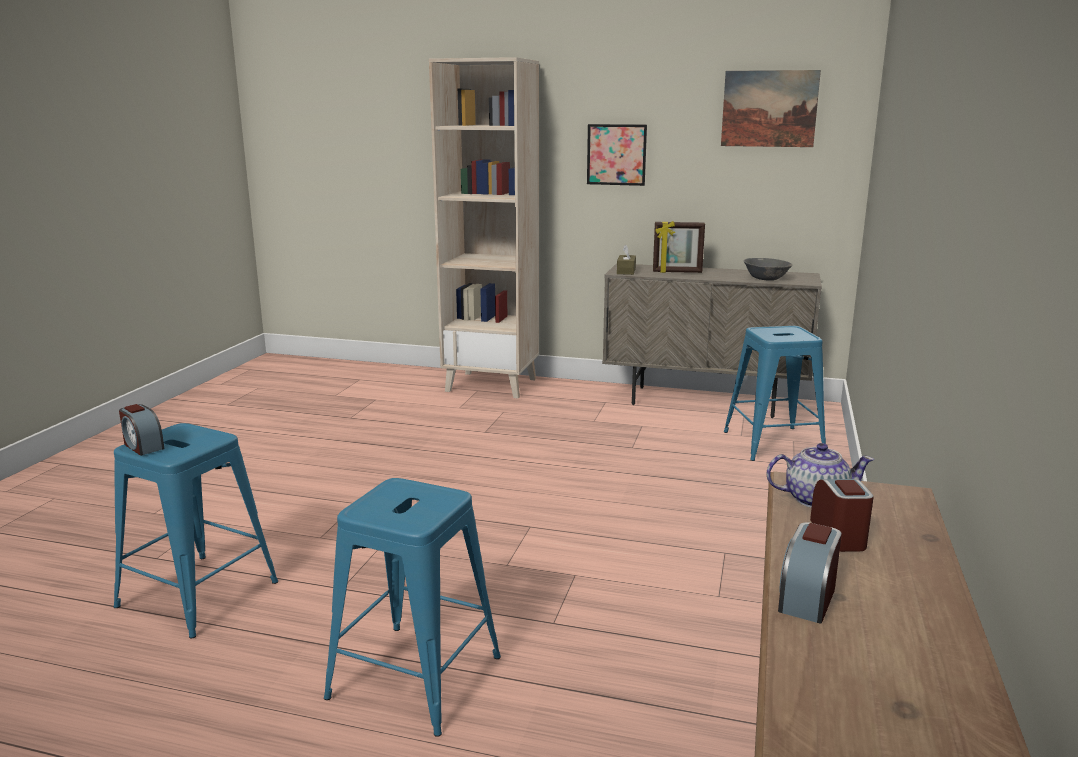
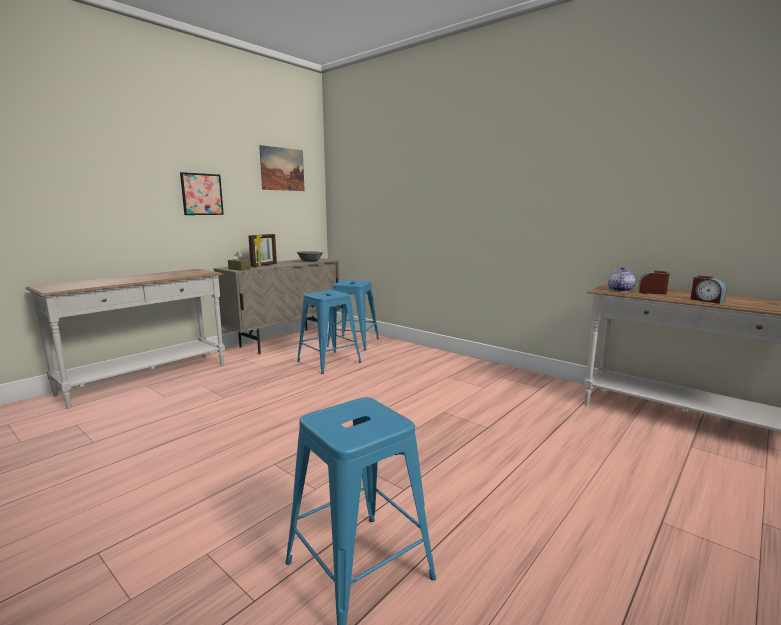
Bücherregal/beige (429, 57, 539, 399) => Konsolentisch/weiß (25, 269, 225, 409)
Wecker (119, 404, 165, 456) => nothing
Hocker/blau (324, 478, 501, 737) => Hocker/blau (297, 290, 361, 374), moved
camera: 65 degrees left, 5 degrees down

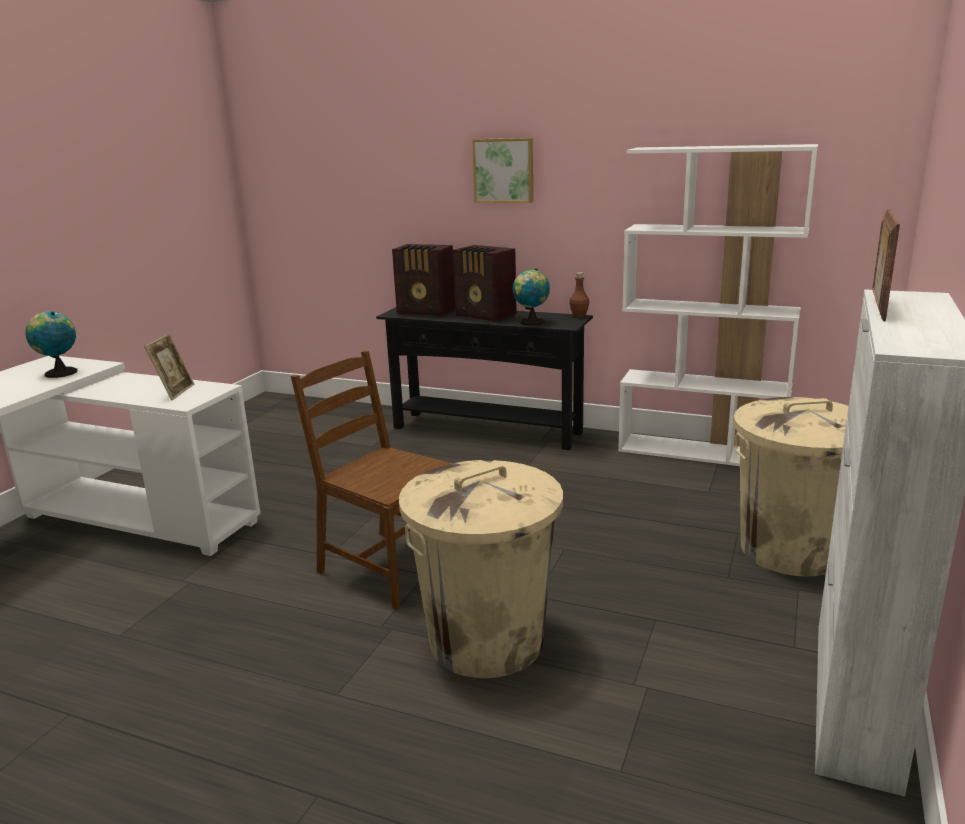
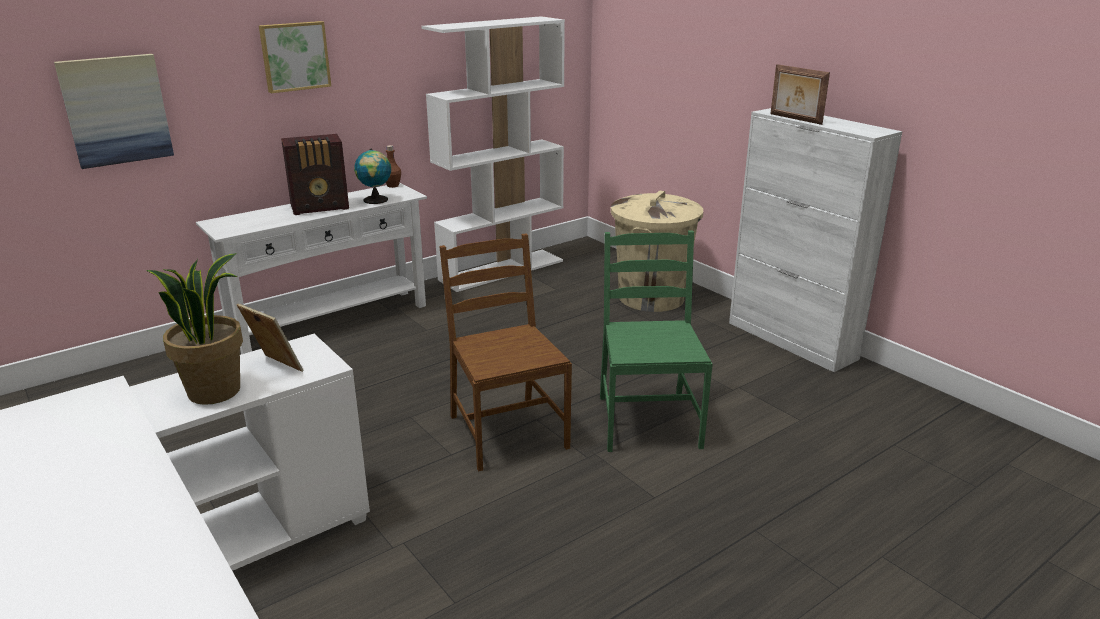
Radio (392, 244, 455, 317) => nothing
Konsolentisch/schwarz (376, 307, 593, 450) => Konsolentisch/weiß (196, 183, 427, 354)
Globus (25, 311, 77, 378) => nothing
Stuhl/braun (291, 351, 452, 610) => Stuhl/braun (439, 233, 572, 471), 90 degrees clockwise
Mülleimer/beige (399, 460, 563, 678) => Stuhl/grün (600, 230, 713, 452)
nothing => Bild (54, 54, 174, 169)
nothing => Topfpflanze (146, 253, 243, 405)
camera: 60 degrees left, 5 degrees up

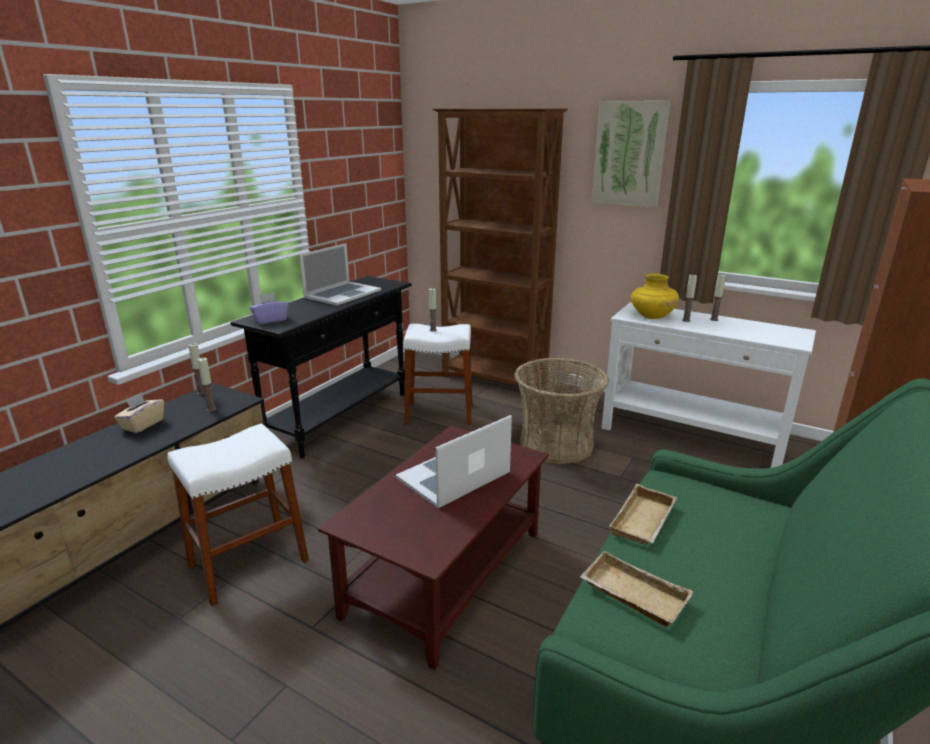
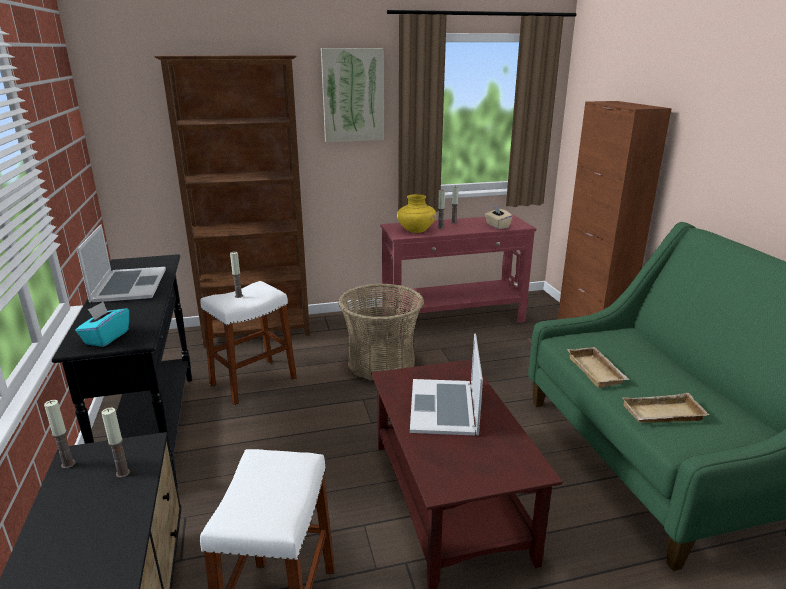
Taschentuchbox/lila (250, 293, 289, 324) => Taschentuchbox/türkis (76, 302, 129, 347)
Konsolentisch/weiß (601, 302, 816, 468) => Konsolentisch/rot (380, 215, 536, 336)
Taschentuchbox/beige (114, 393, 164, 433) => Taschentuchbox/beige (485, 206, 512, 229), moved
camera: 45 degrees left, 0 degrees up

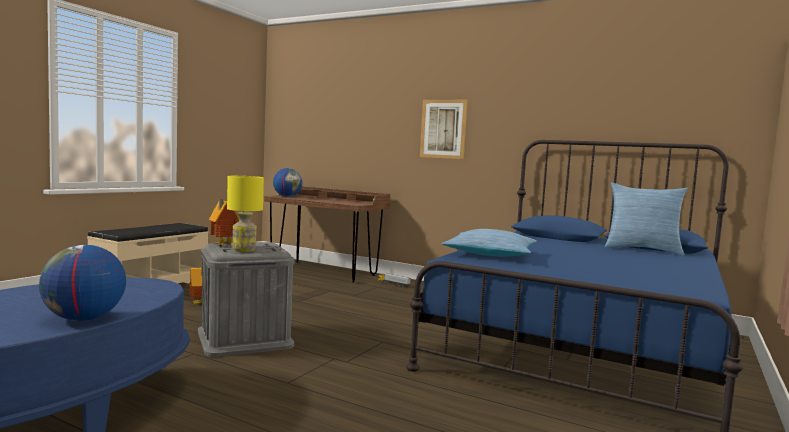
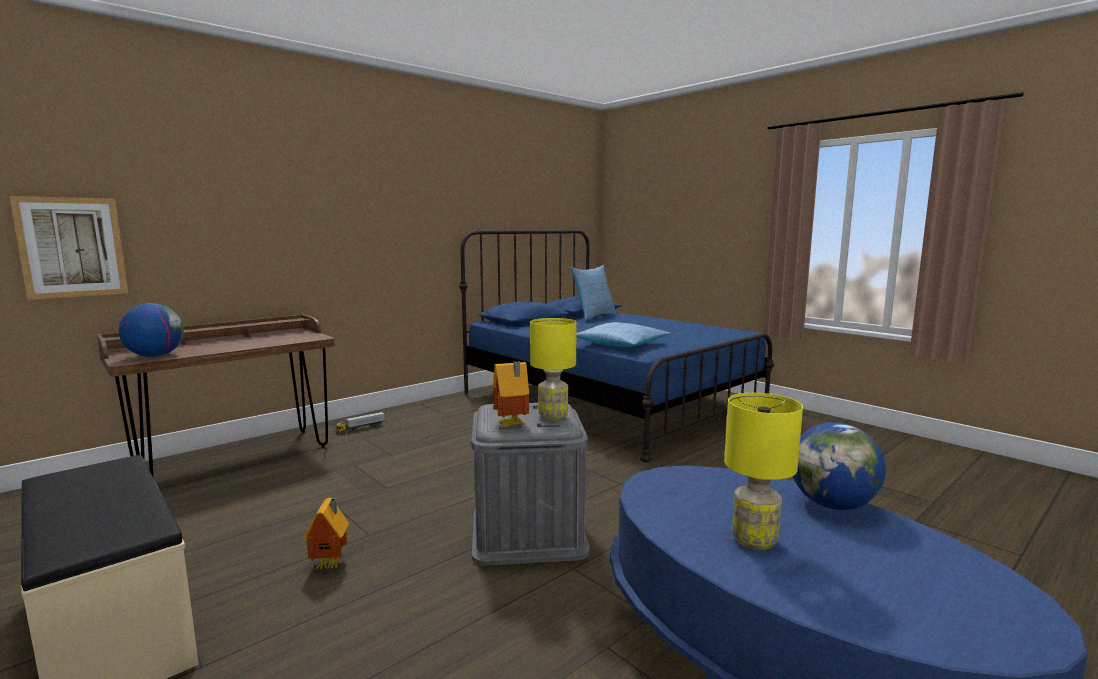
Bild (420, 100, 468, 159) => Bild (9, 196, 128, 300), moved
nothing => Tischlampe/gelb (724, 393, 803, 550)
camera: 70 degrees left, 5 degrees up

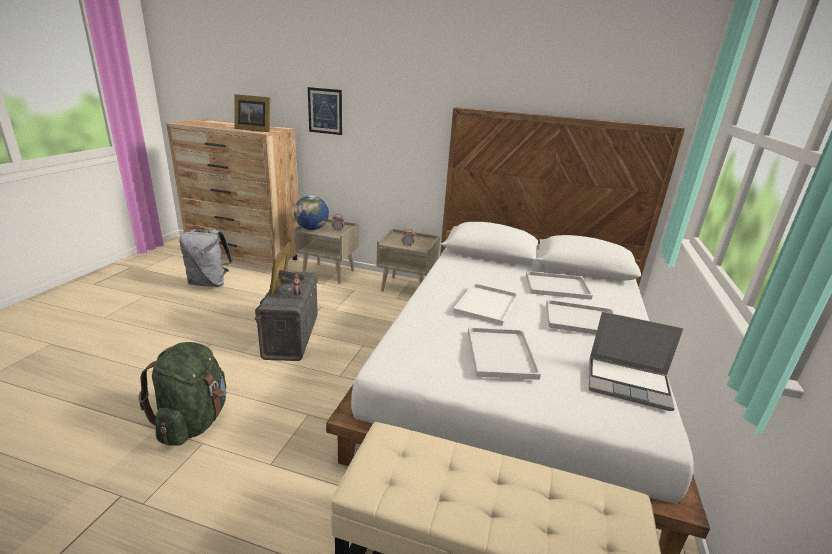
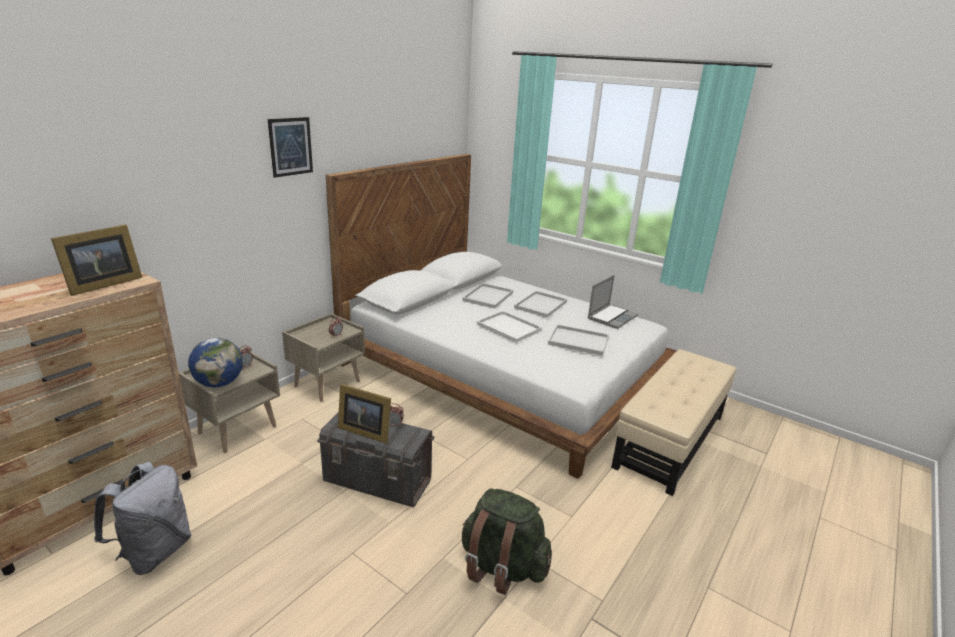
Bild (308, 87, 342, 135) => Bild (268, 117, 313, 178), moved
camera: 70 degrees left, 0 degrees up

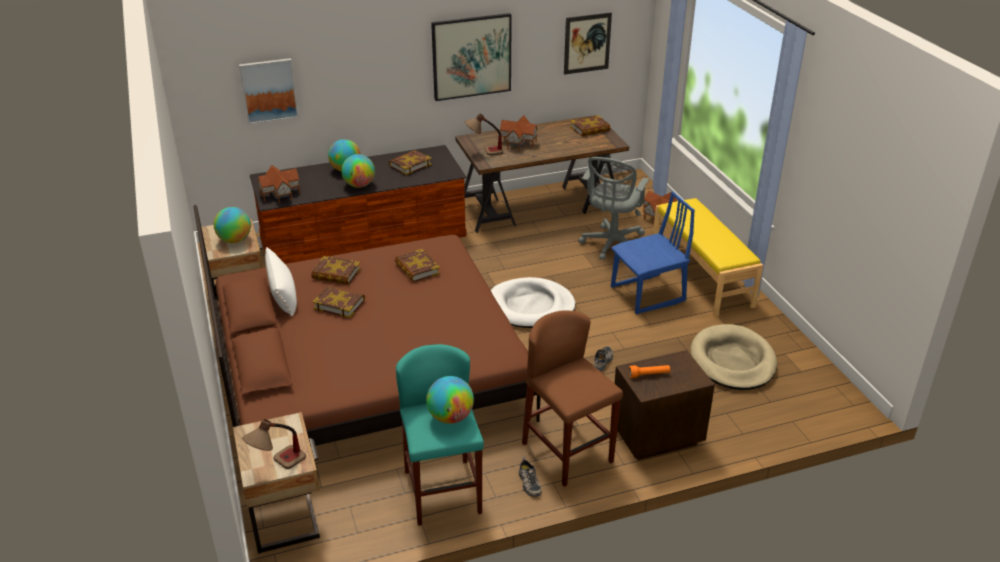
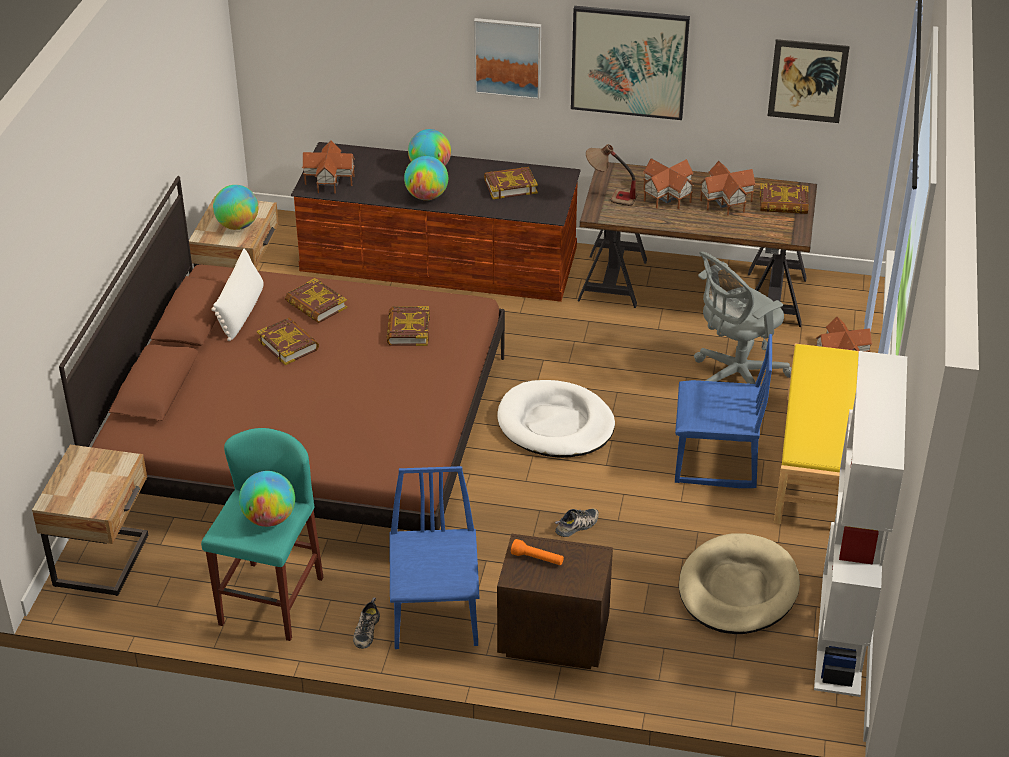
Bild (239, 58, 298, 124) => Bild (474, 18, 541, 100), moved
Hocker/braun (522, 310, 623, 487) => Stuhl/blau (389, 466, 479, 649)
Tischlampe (242, 419, 306, 469) => nothing
nothing => Spielzeughaus (700, 161, 756, 216)
nothing => Bücherregal/weiß (814, 351, 907, 697)
camera: 30 degrees right, 5 degrees up

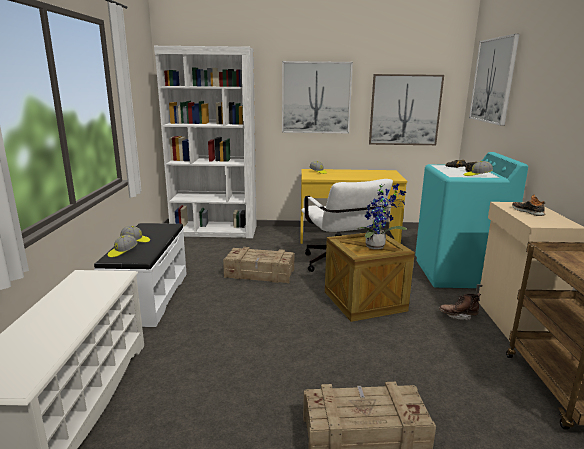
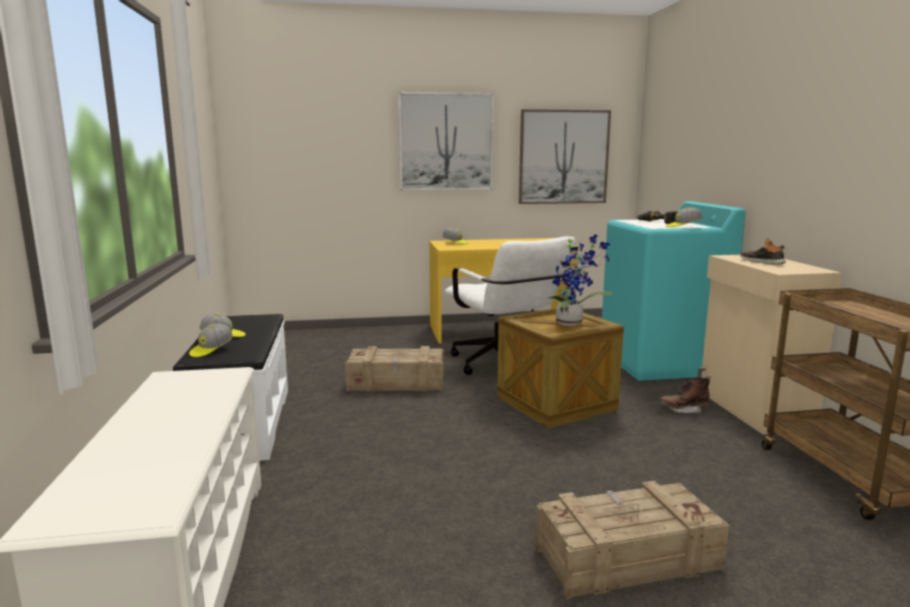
Bild (469, 34, 519, 126) => nothing
Bücherregal/weiß (154, 46, 257, 238) => nothing
camera: 10 degrees left, 5 degrees down

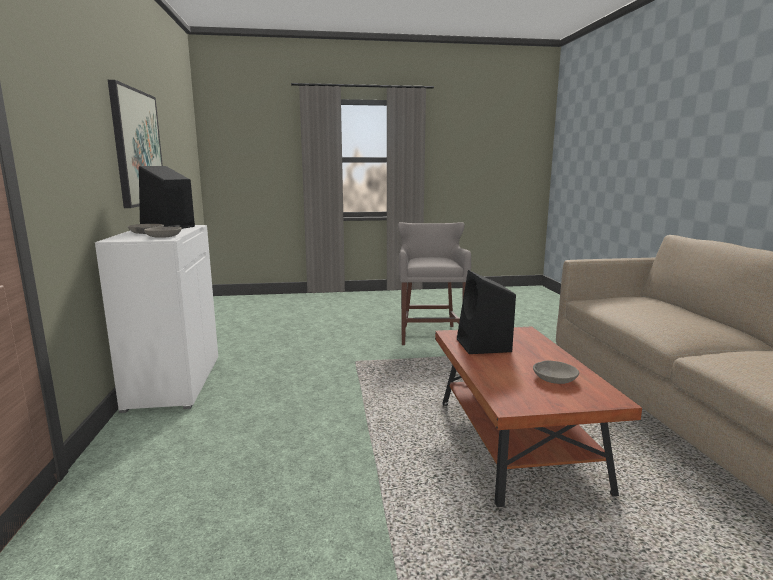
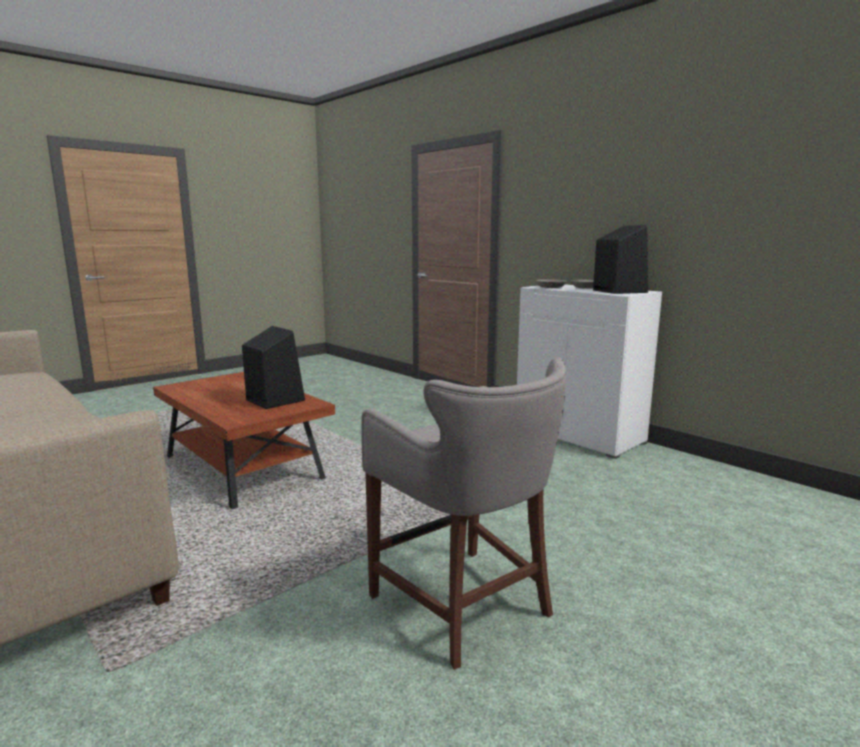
Bild (108, 80, 163, 208) => nothing
Schüssel/grau (533, 360, 579, 384) => nothing
camera: 145 degrees right, 0 degrees up

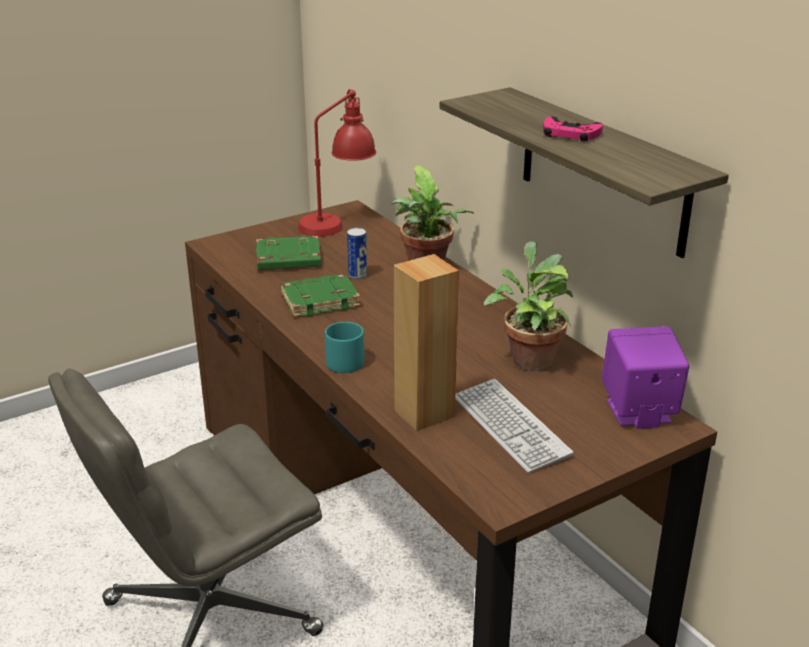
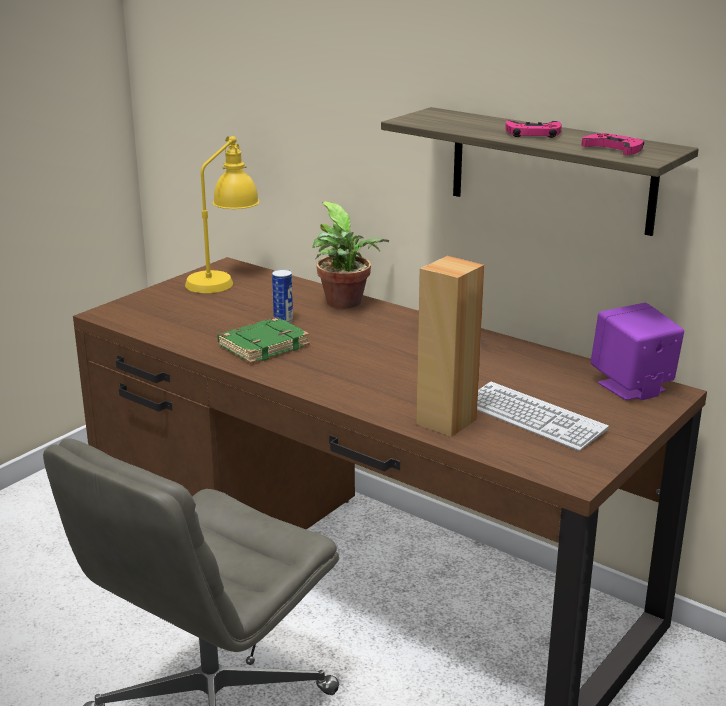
Tischlampe/rot (298, 89, 376, 237) => Tischlampe/gelb (185, 136, 260, 293)
Buch/grün (256, 235, 321, 270) => nothing
Topfpflanze (484, 241, 573, 371) => nothing
Henkelbecher/türkis (325, 322, 364, 373) => nothing
nothing => Gamepad/rosa (581, 133, 644, 155)
camera: 20 degrees left, 5 degrees down

